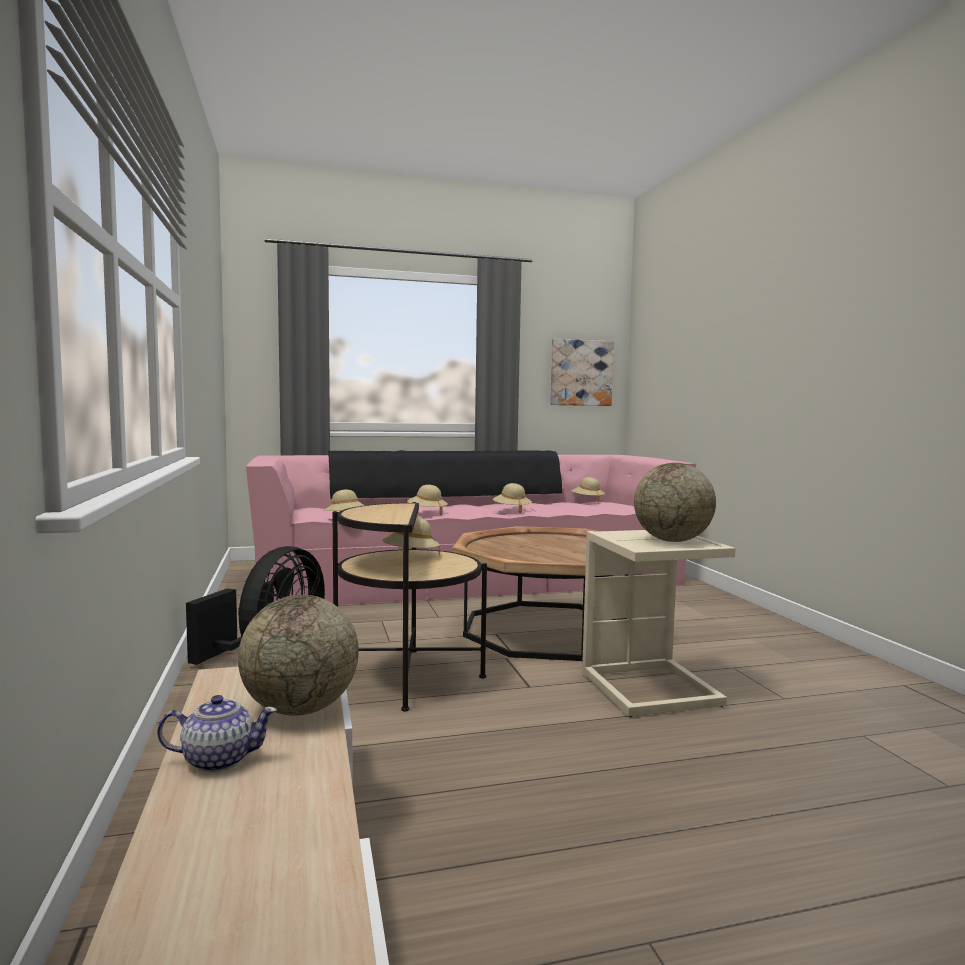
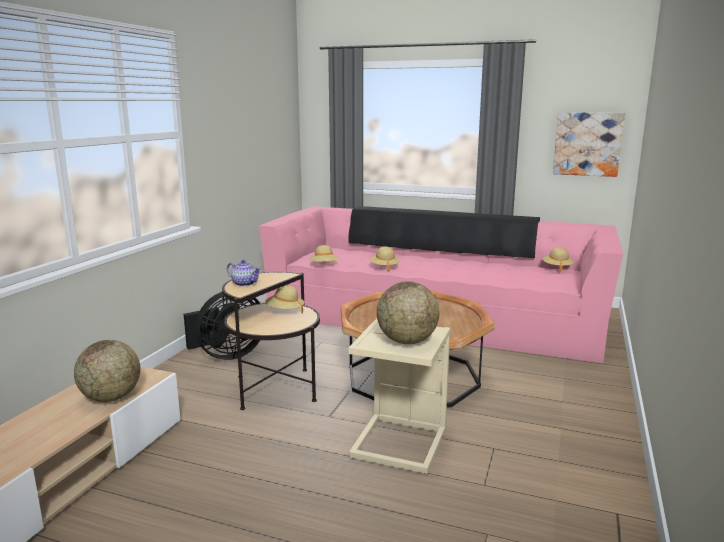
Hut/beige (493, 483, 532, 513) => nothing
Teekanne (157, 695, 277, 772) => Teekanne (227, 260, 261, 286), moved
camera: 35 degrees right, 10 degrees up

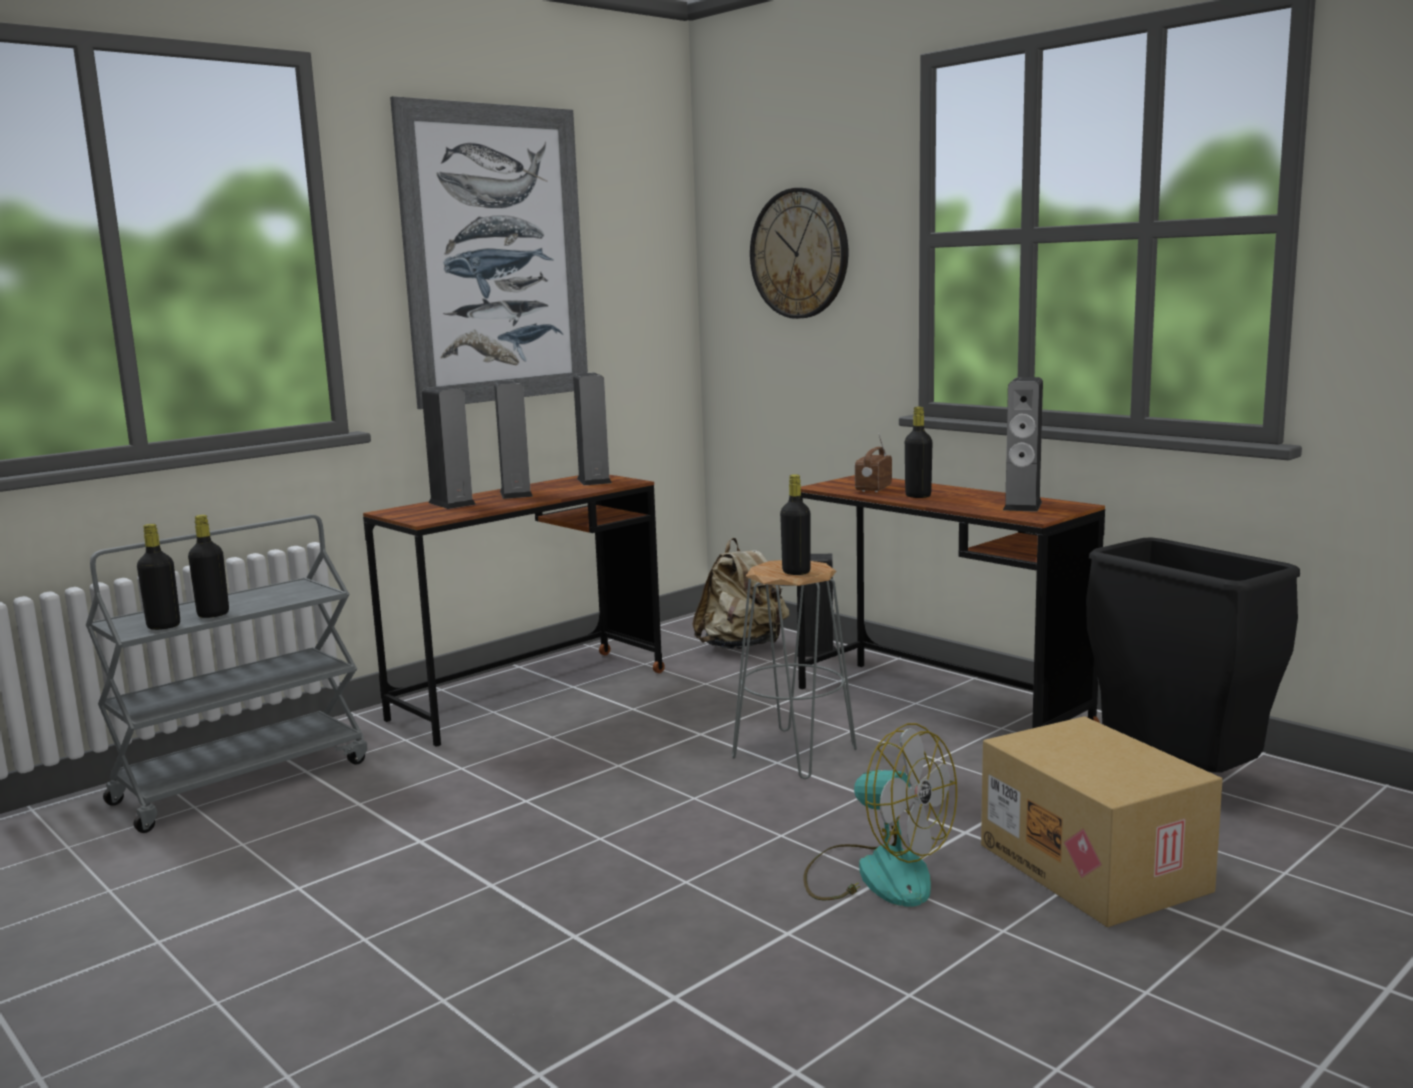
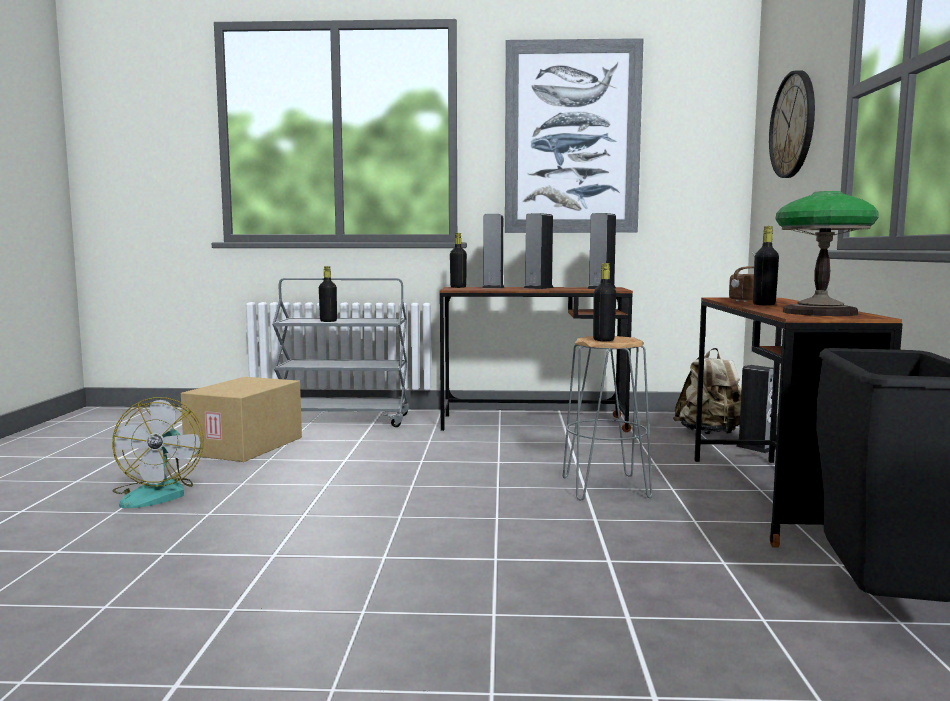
Lautsprecher (1003, 377, 1043, 512) => Tischlampe (775, 191, 879, 316)
Flasche/schwarz (137, 524, 180, 630) => Flasche/schwarz (450, 233, 467, 288), moved
Karton (981, 716, 1223, 927) => Karton (181, 377, 302, 462), moved
Ventilator (803, 723, 957, 907) => Ventilator (112, 397, 204, 508), moved
camera: 45 degrees right, 5 degrees down

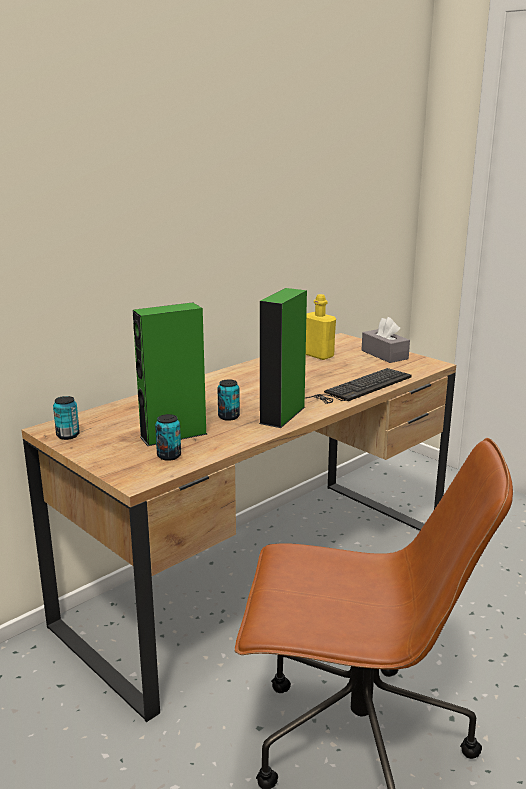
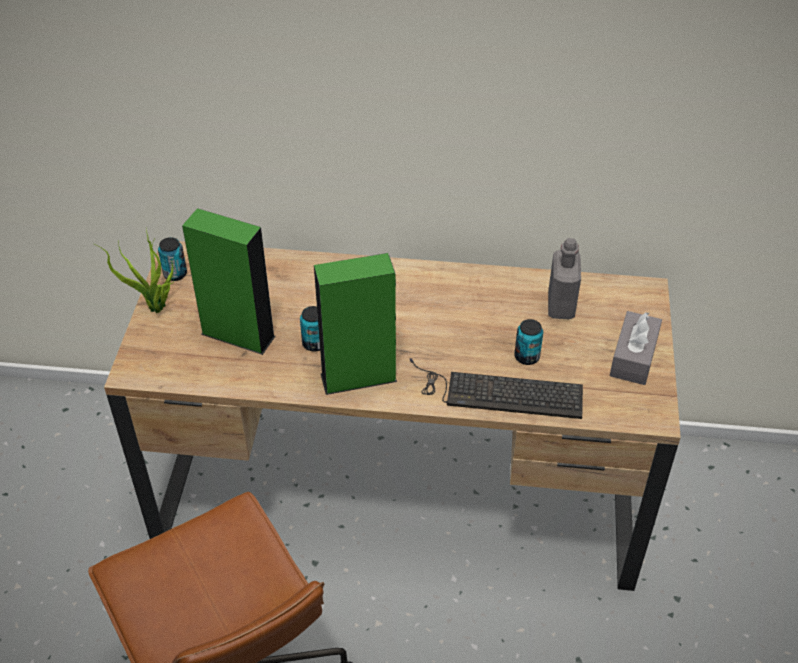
Flasche/gelb (306, 294, 336, 360) => Flasche/grau (548, 238, 581, 319)
Dose (155, 414, 181, 461) => Dose (514, 319, 543, 365), moved
nothing => Topfpflanze (93, 228, 174, 313)
camera: 50 degrees right, 25 degrees up

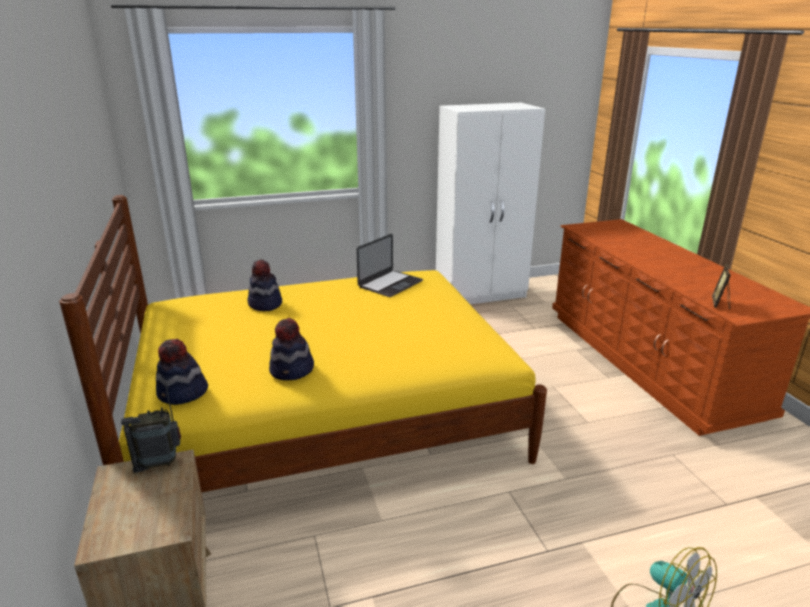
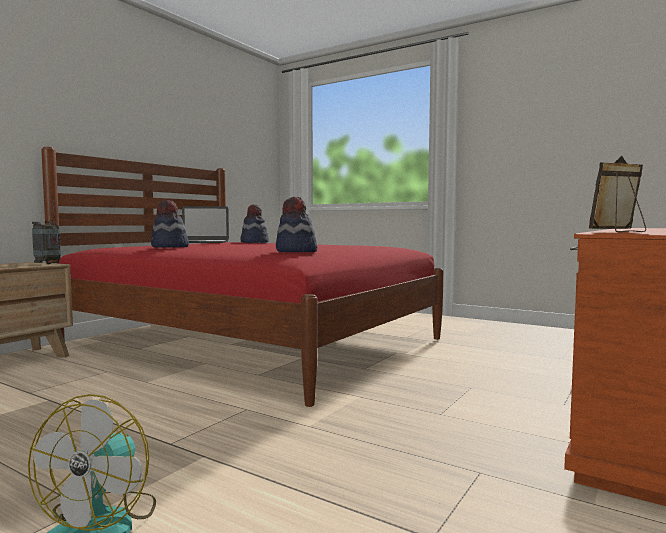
Kleiderschrank/weiß (436, 103, 545, 305) => nothing
Bett/gelb (59, 195, 547, 493) => Bett/rot (41, 147, 443, 407)
Laptop (356, 234, 423, 297) => Laptop (182, 206, 229, 243), moved
Hut (156, 339, 208, 405) => Hut (276, 197, 317, 252), moved
camera: 50 degrees right, 20 degrees down

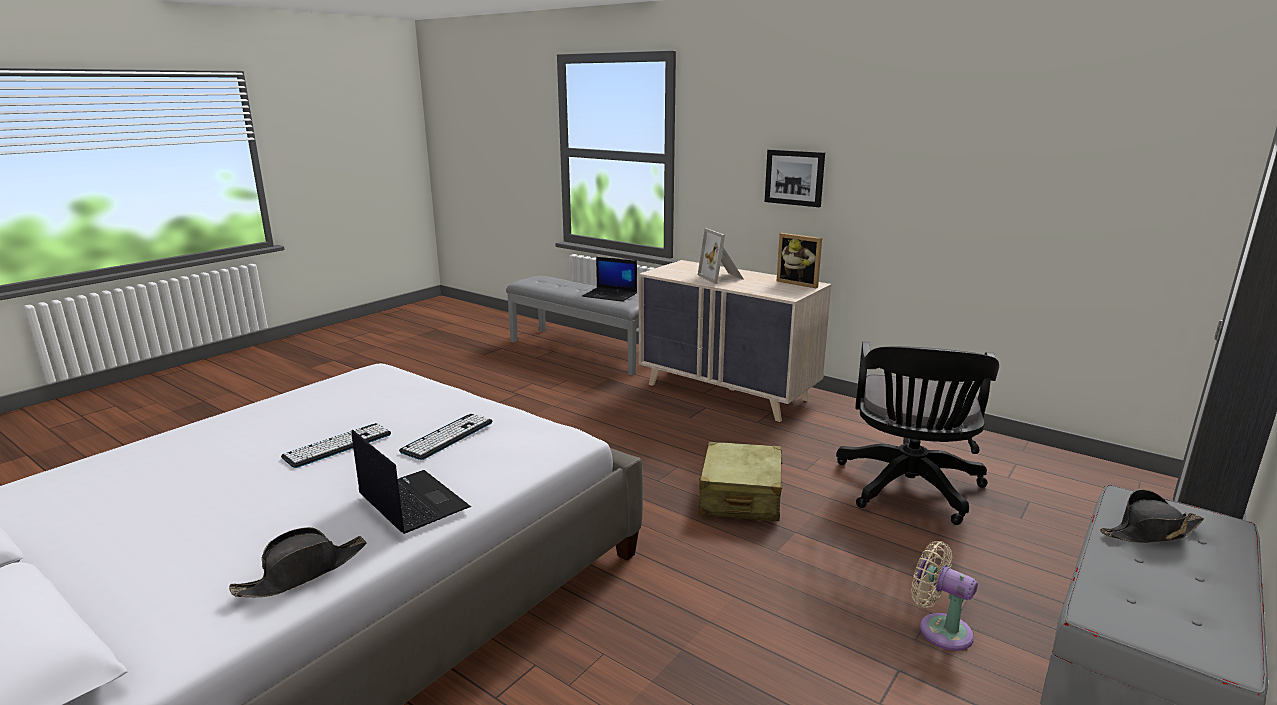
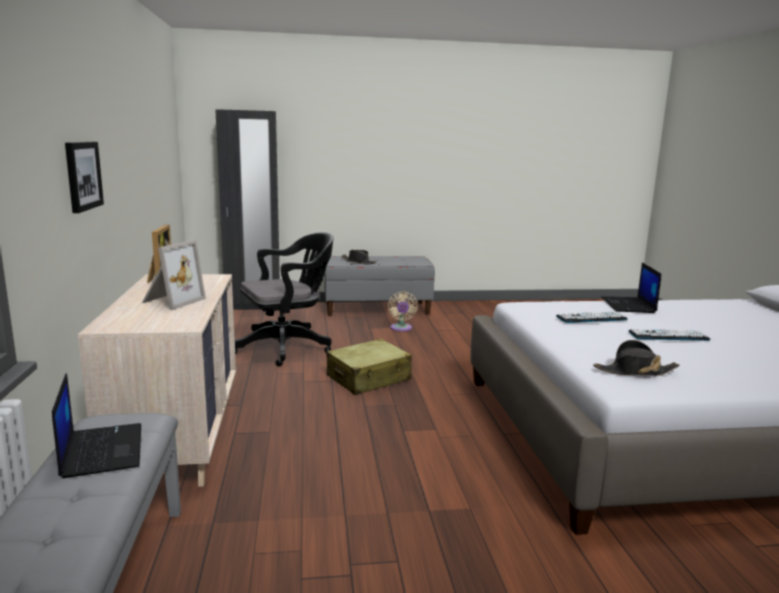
Hut/schwarz (229, 527, 366, 597) => Hut/schwarz (593, 340, 680, 376), moved
camera: 135 degrees left, 5 degrees down

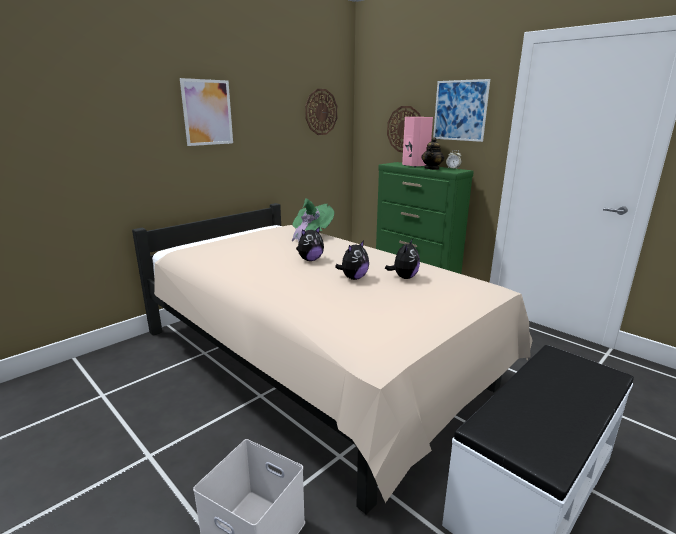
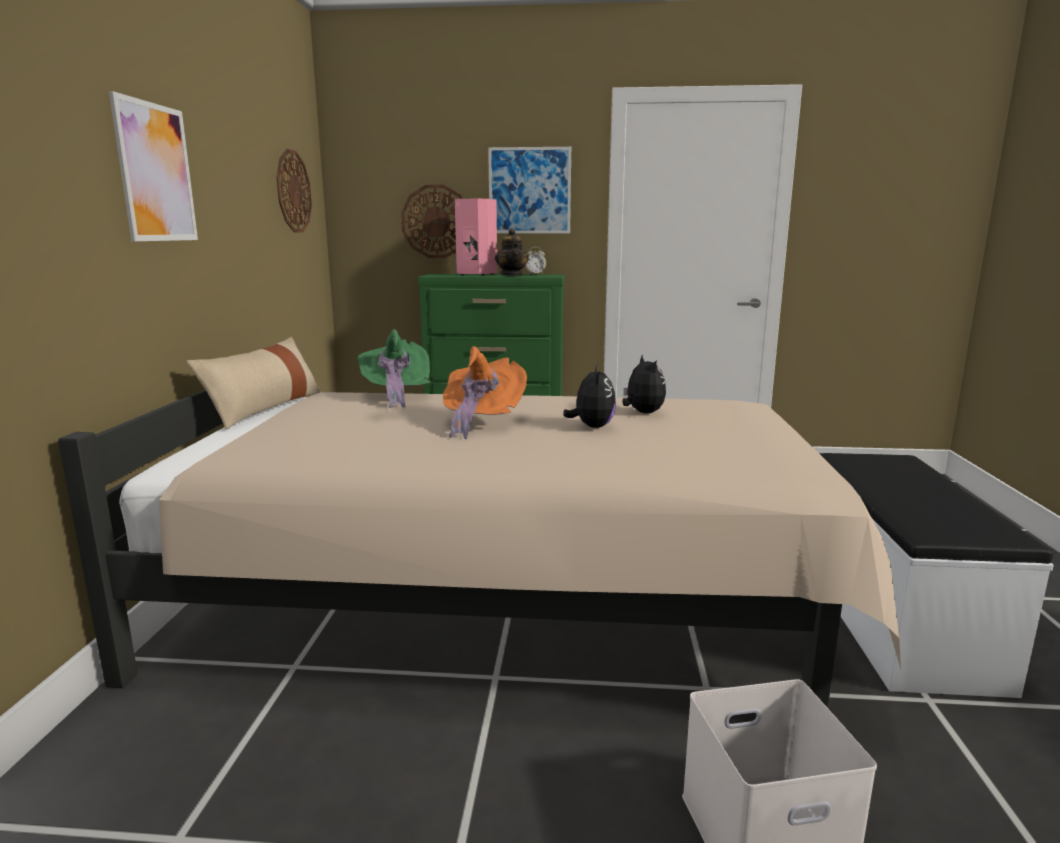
Plüschtier (296, 226, 324, 261) => Hut/orange (443, 346, 527, 439)
nothing => Kissen/beige (186, 337, 322, 430)
camera: 40 degrees left, 5 degrees down

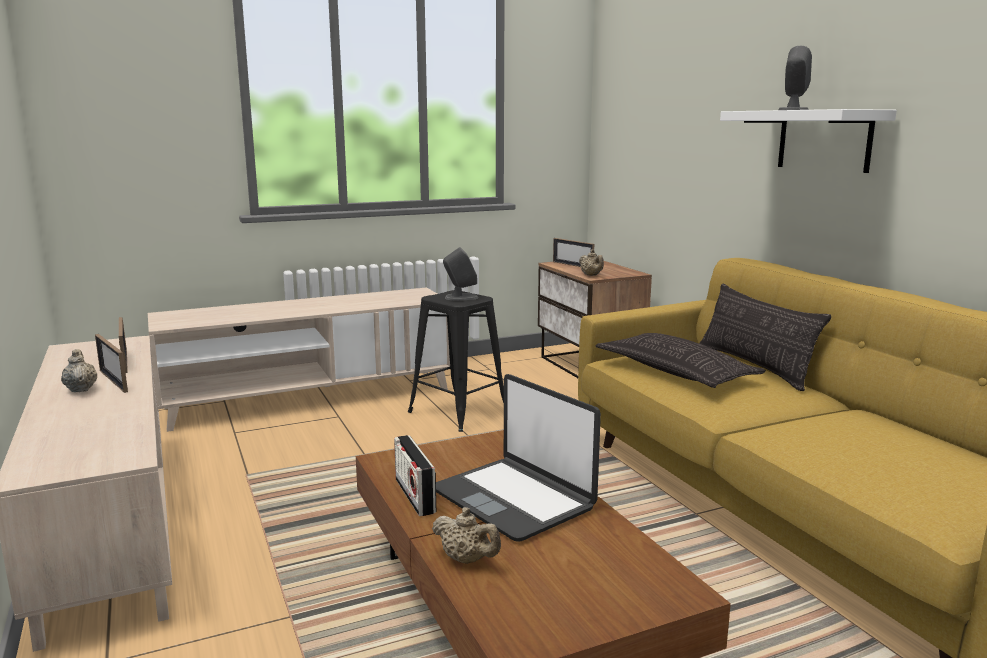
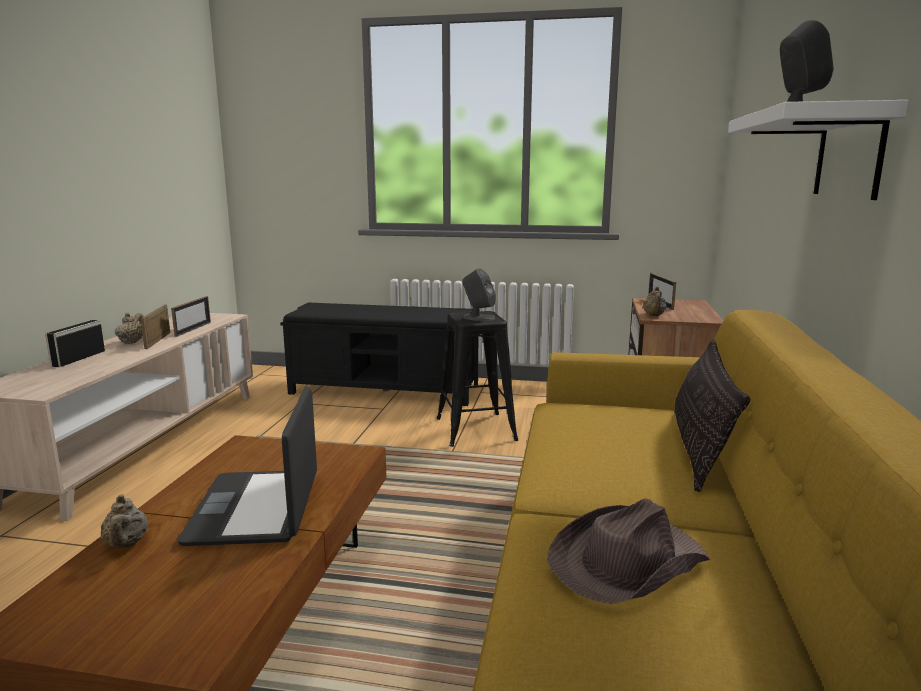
Fernsehschrank/beige (148, 287, 450, 432) => Bank/schwarz (280, 302, 478, 406)
Kissen (595, 333, 766, 388) => nothing
Radio (394, 435, 436, 516) => Radio (45, 320, 105, 367), moved
nothing => Hut/braun (547, 499, 710, 604)
camera: 35 degrees right, 0 degrees up

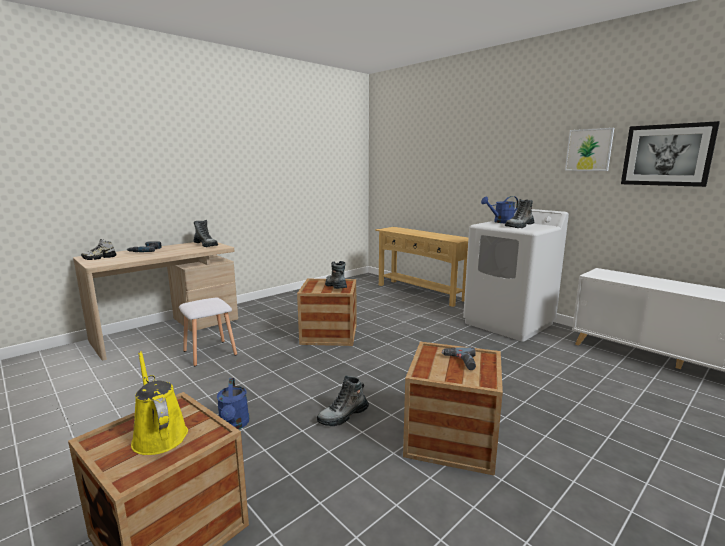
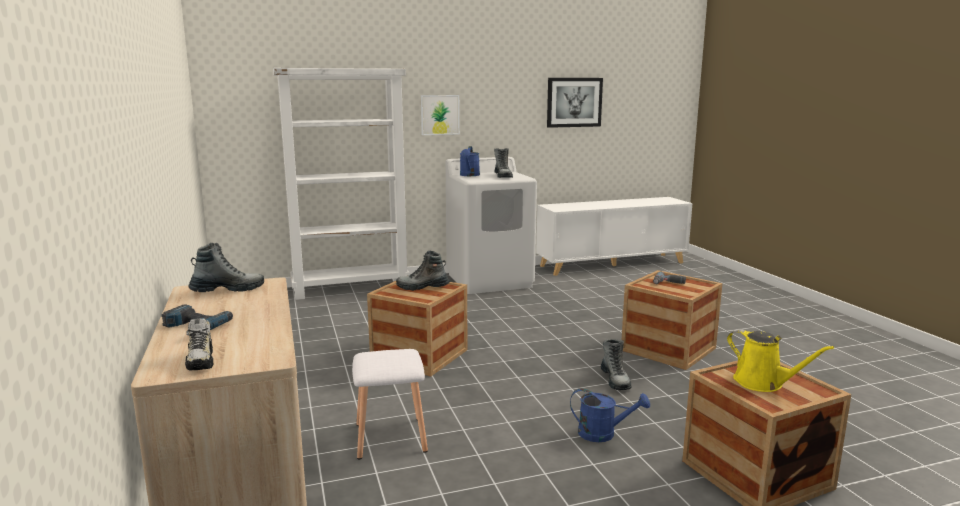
Bild (565, 128, 614, 171) => Bild (421, 95, 460, 135), moved
Konsolentisch/beige (375, 227, 468, 307) => Bücherregal/weiß (273, 68, 410, 300)
Gießkanne/gelb (131, 351, 188, 455) => Gießkanne/gelb (727, 329, 834, 392), 120 degrees counterclockwise
camera: 65 degrees left, 0 degrees up

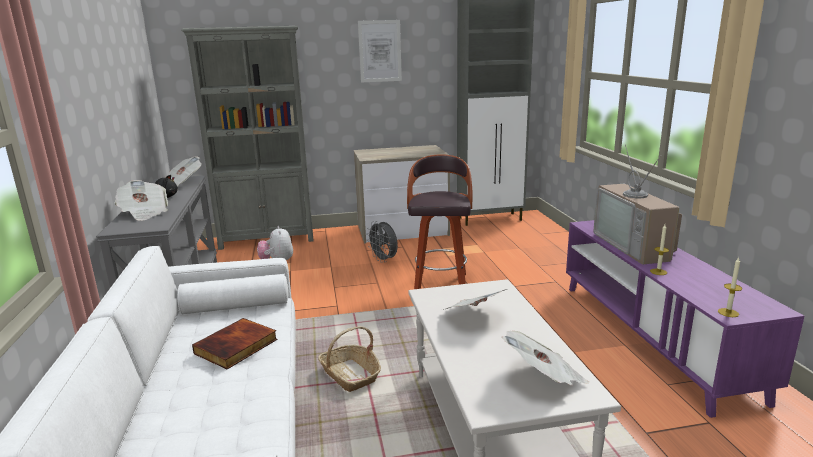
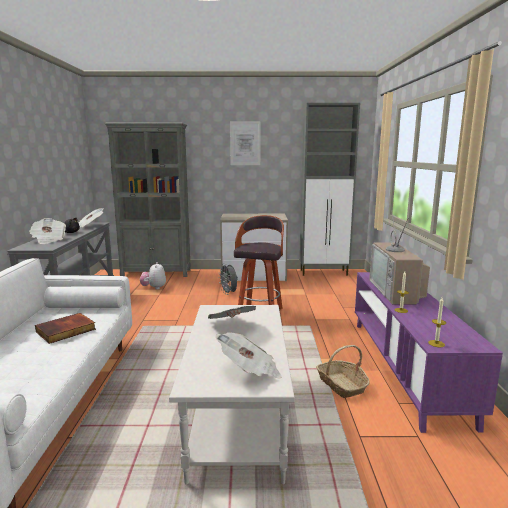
Korb (318, 326, 381, 392) => Korb (316, 345, 370, 398), moved
camera: 10 degrees right, 5 degrees down

